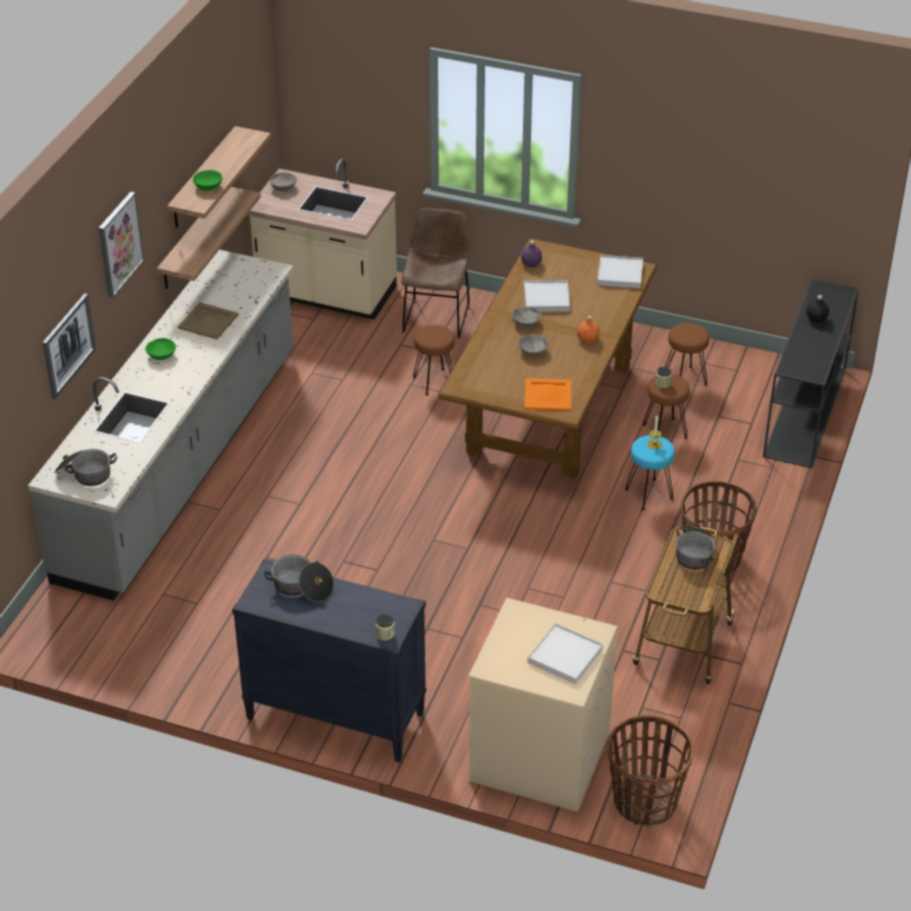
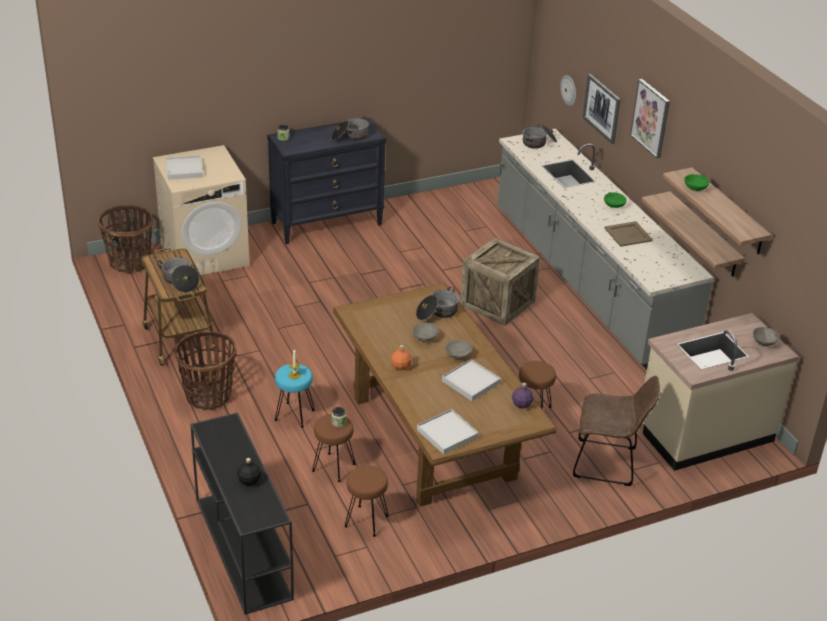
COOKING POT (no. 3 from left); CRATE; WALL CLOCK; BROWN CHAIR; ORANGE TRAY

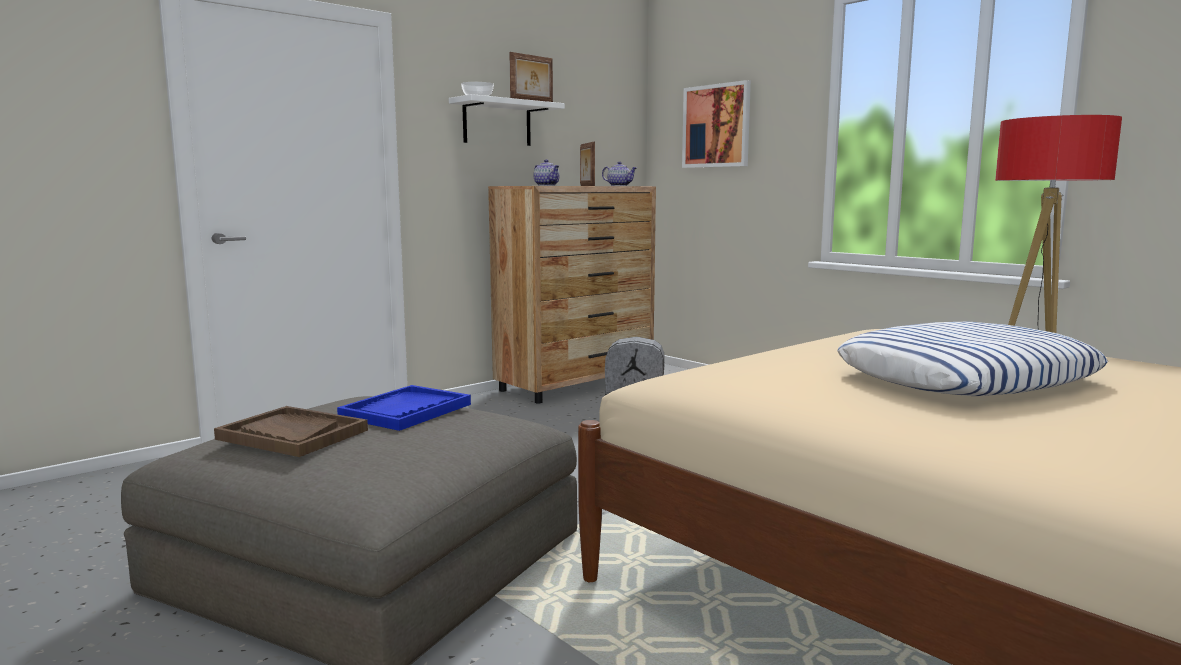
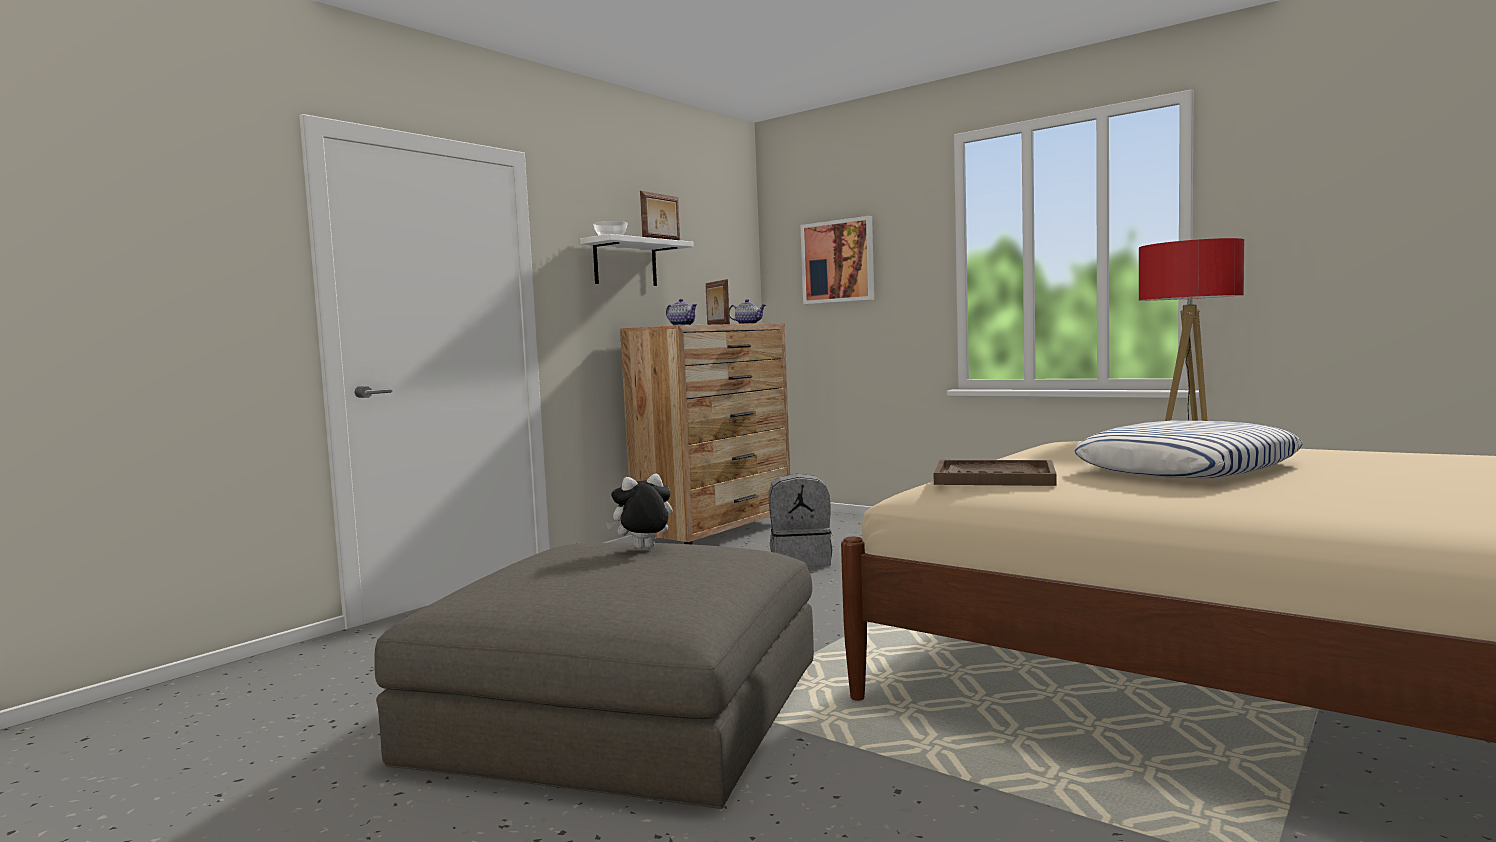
PLUSH TOY; BROWN TRAY

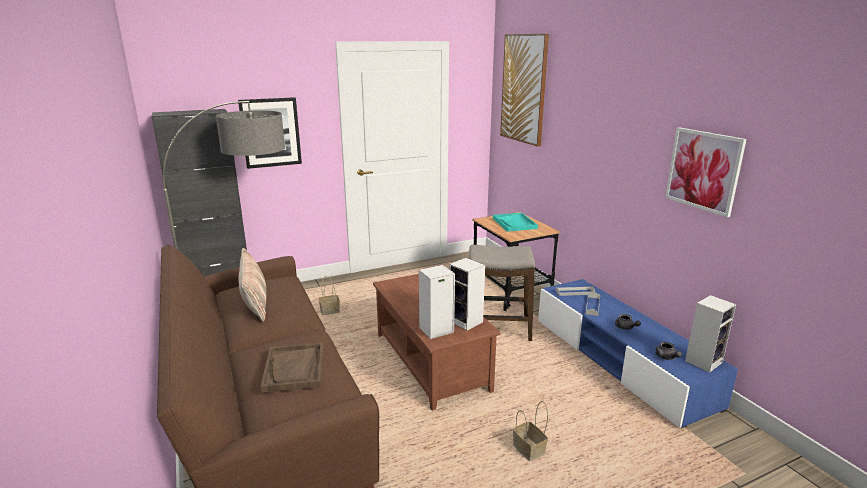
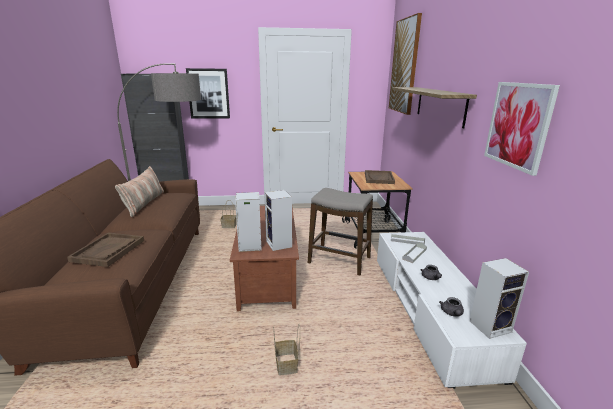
BROWN TRAY (no. 2 from left); WHITE TV STAND; SHELF

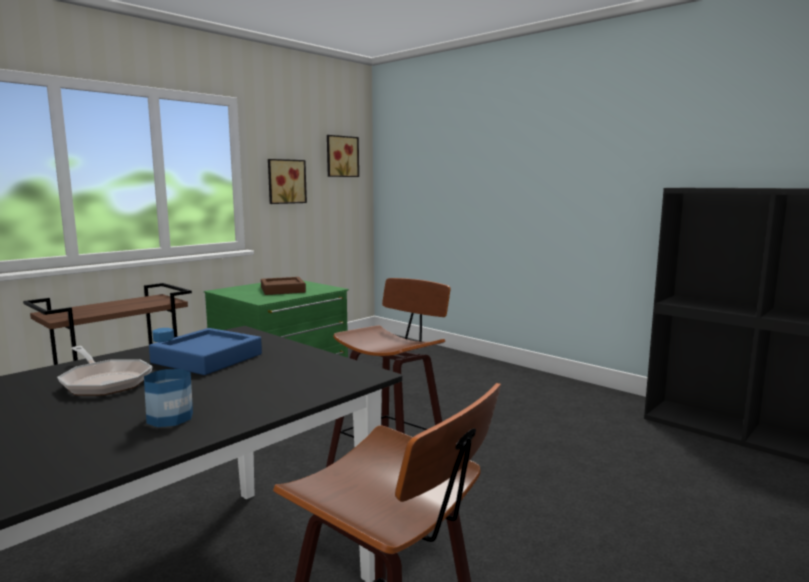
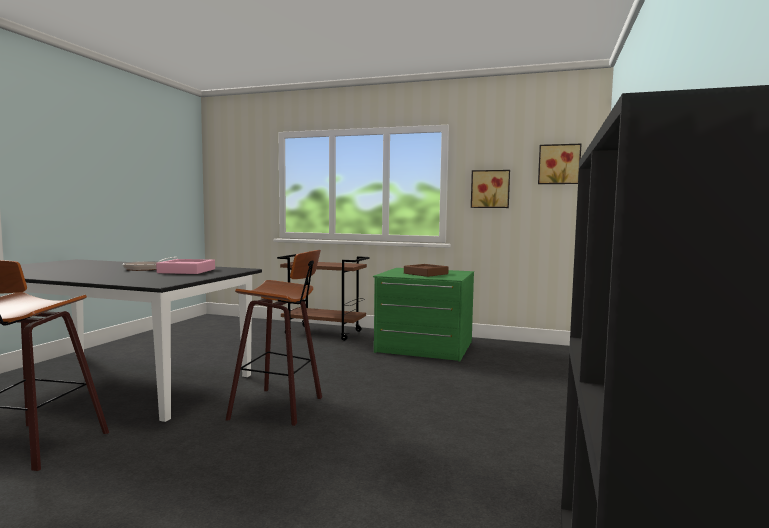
PINK TRAY; BOTTLE

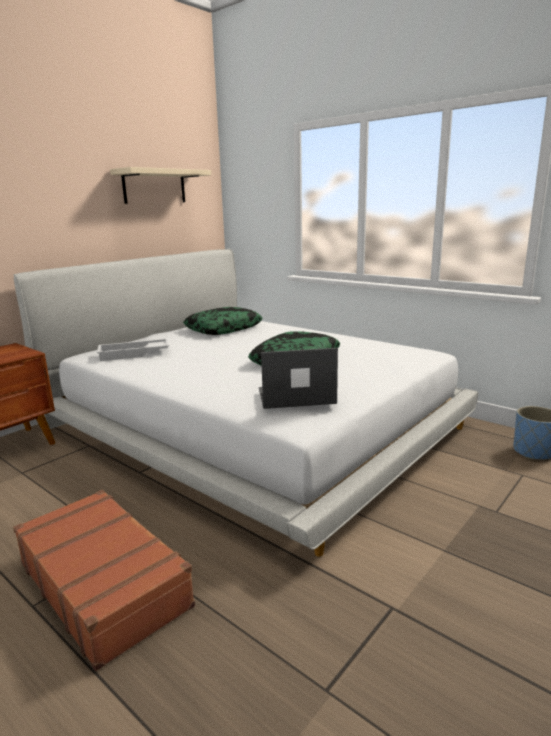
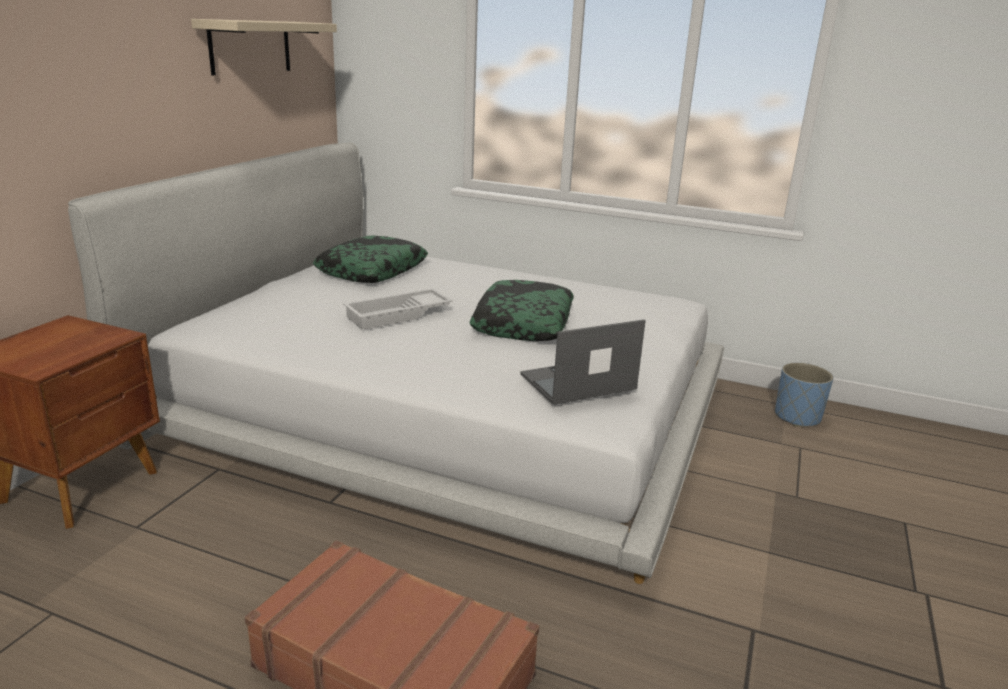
WHITE TRAY

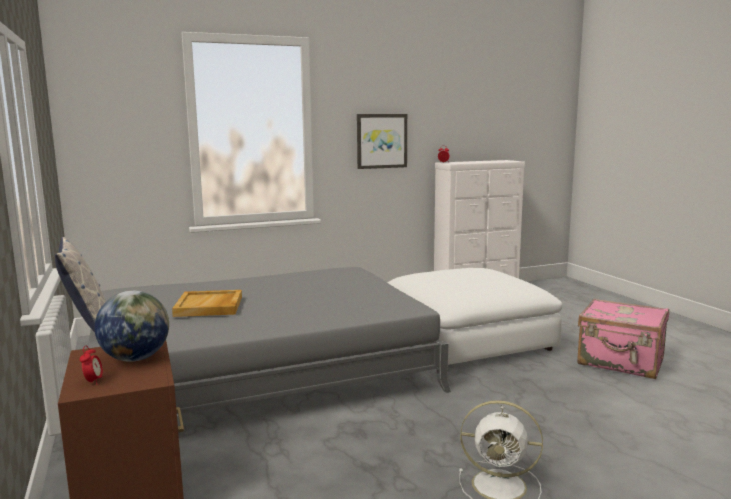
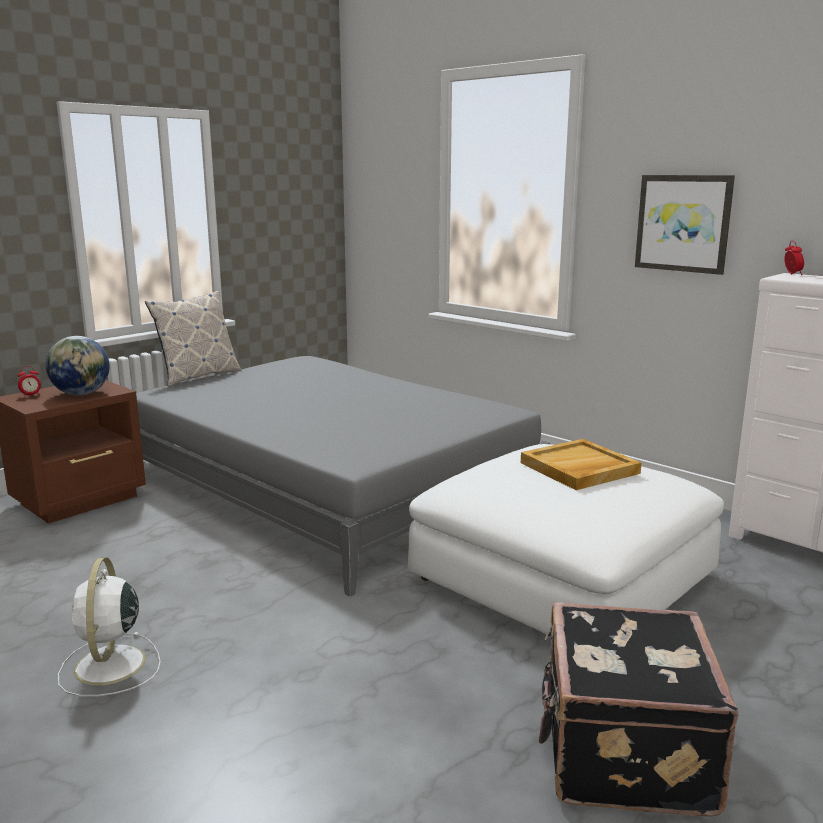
BEIGE TRAY; BLACK SUITCASE

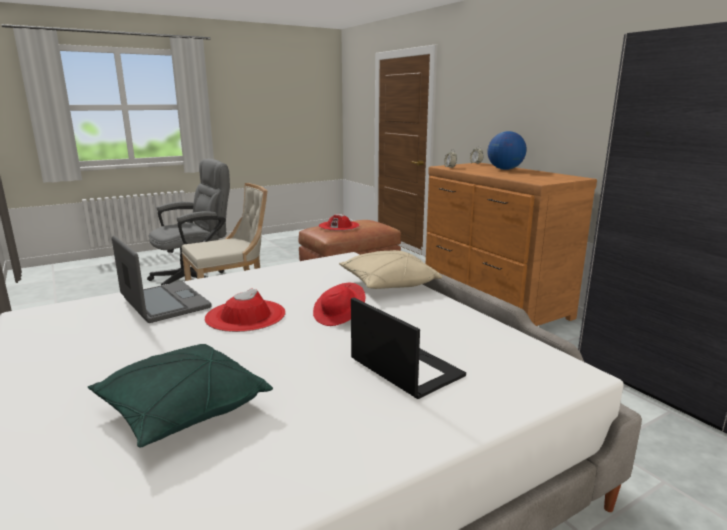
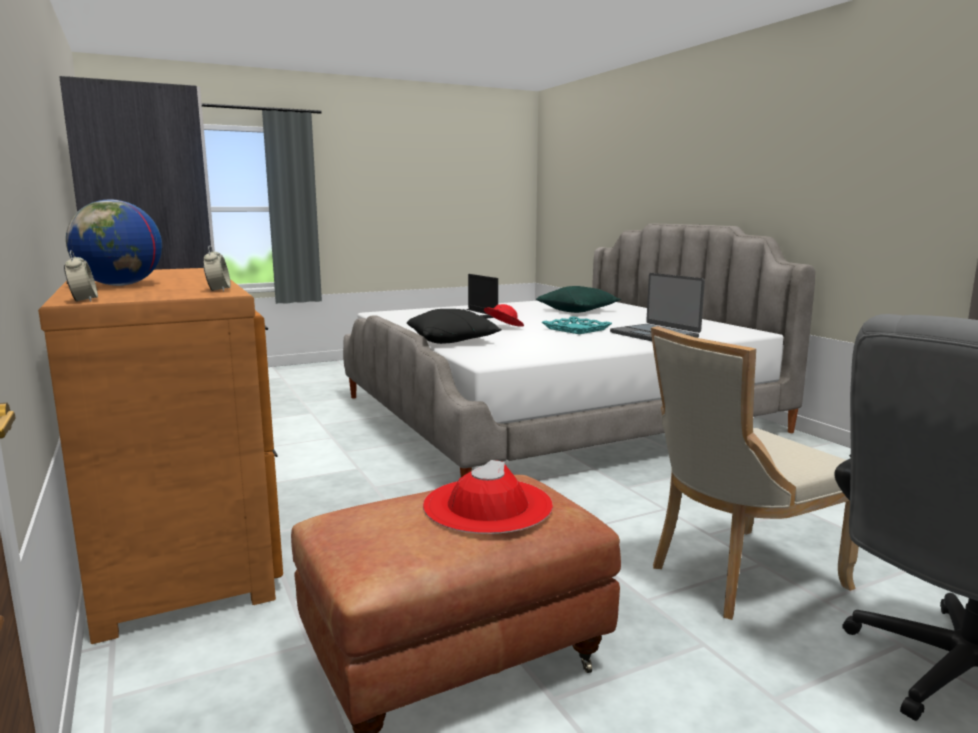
BLACK PILLOW; TURQUOISE TRAY

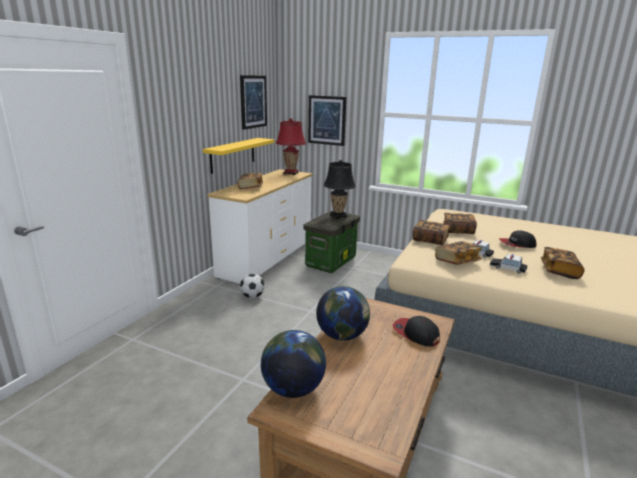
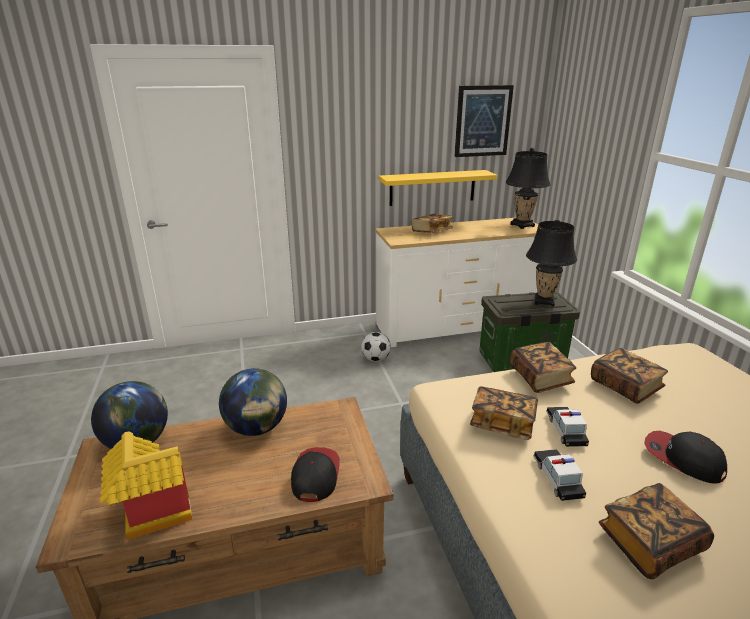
TOY HOUSE; BLACK TABLE LAMP (no. 1 from left); PICTURE (no. 2 from left in the first image)

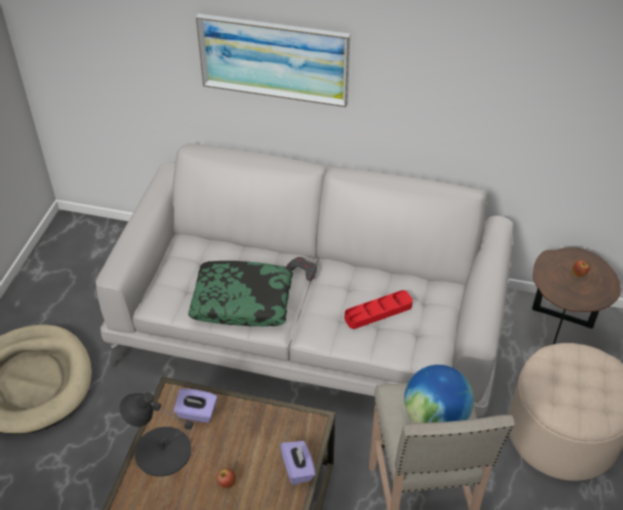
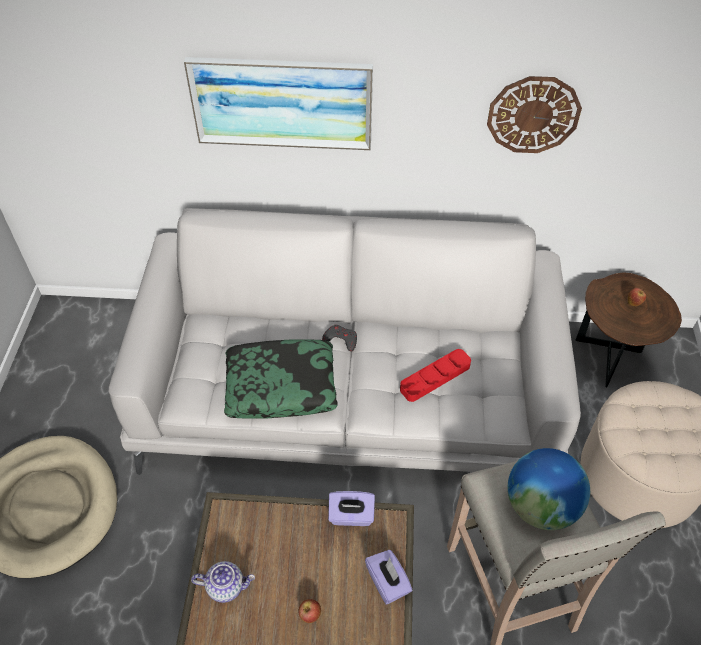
TEAPOT; PURPLE TISSUE BOX (no. 1 from left); WALL CLOCK

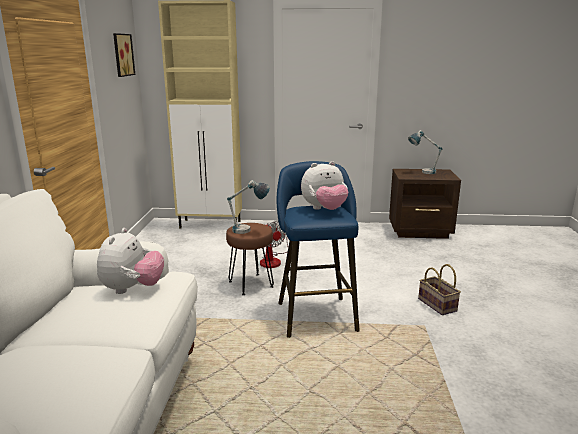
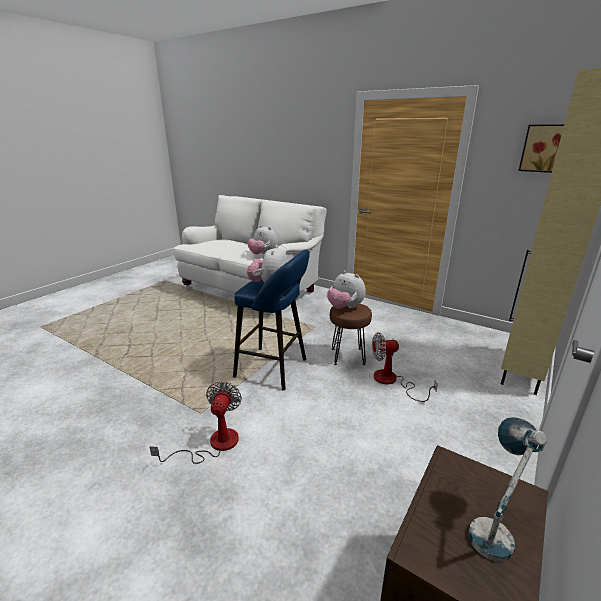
FAN (no. 1 from left); PLUSH TOY (no. 3 from left)

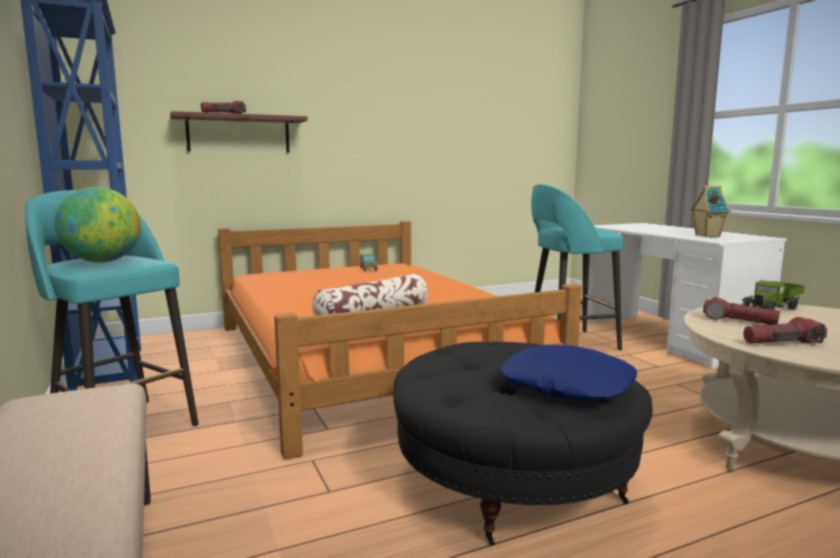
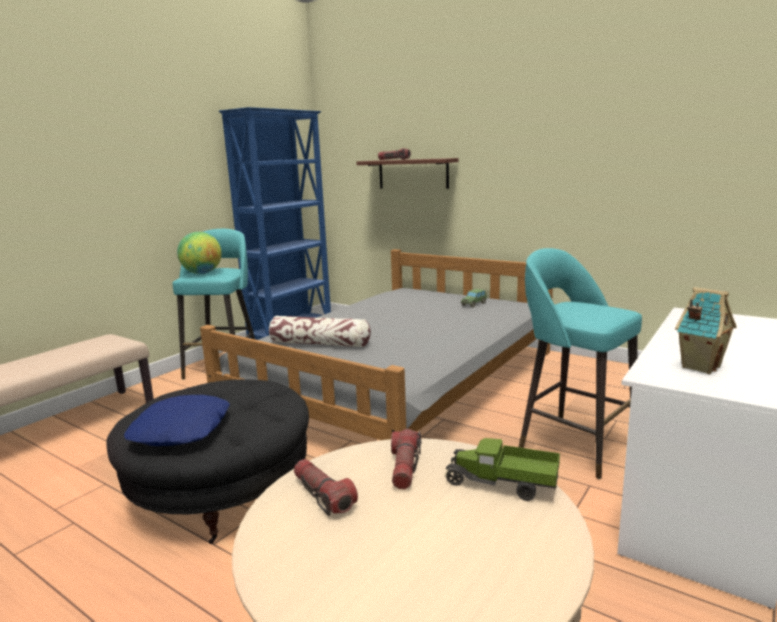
GREY BED

